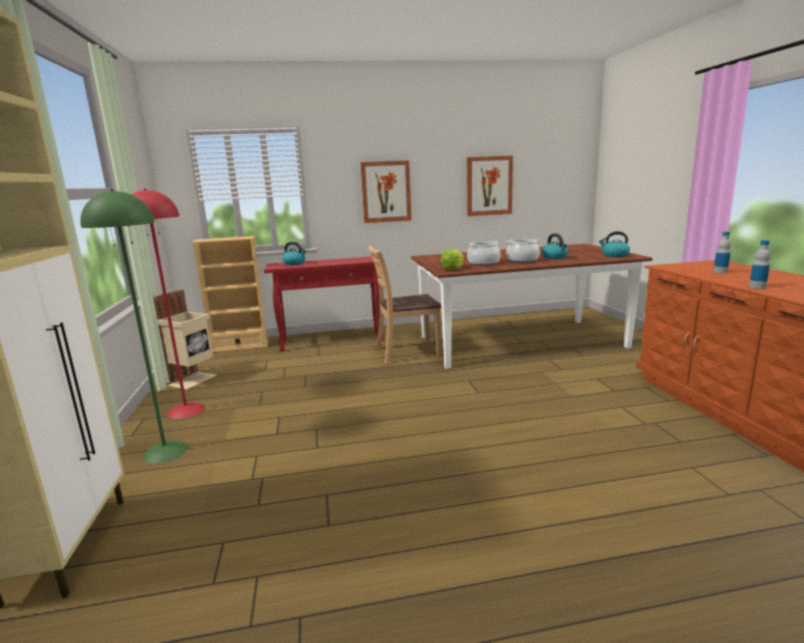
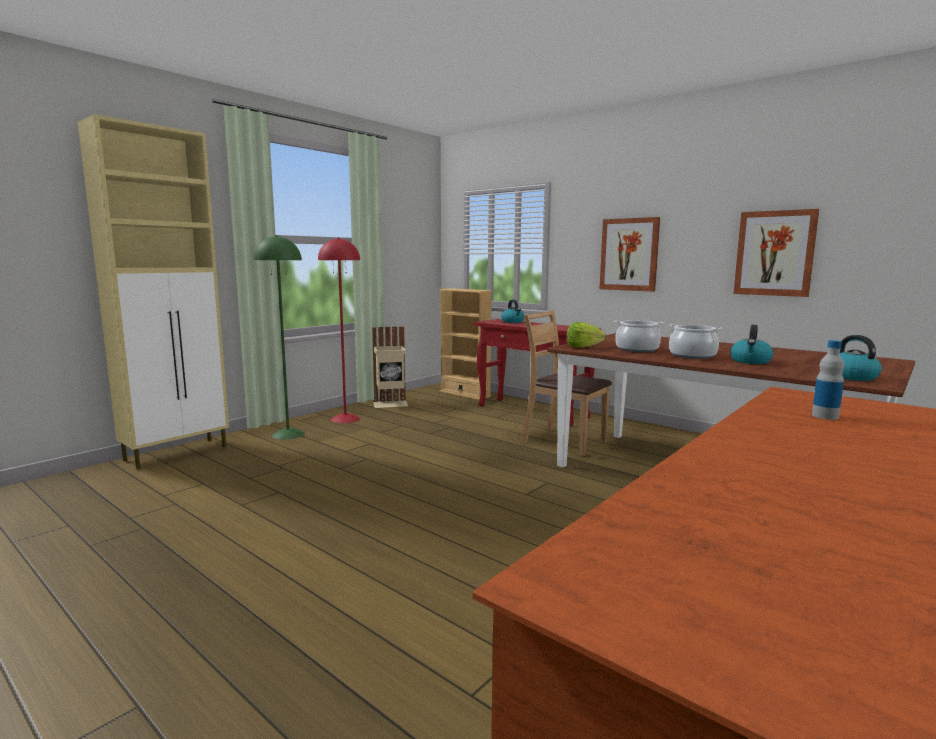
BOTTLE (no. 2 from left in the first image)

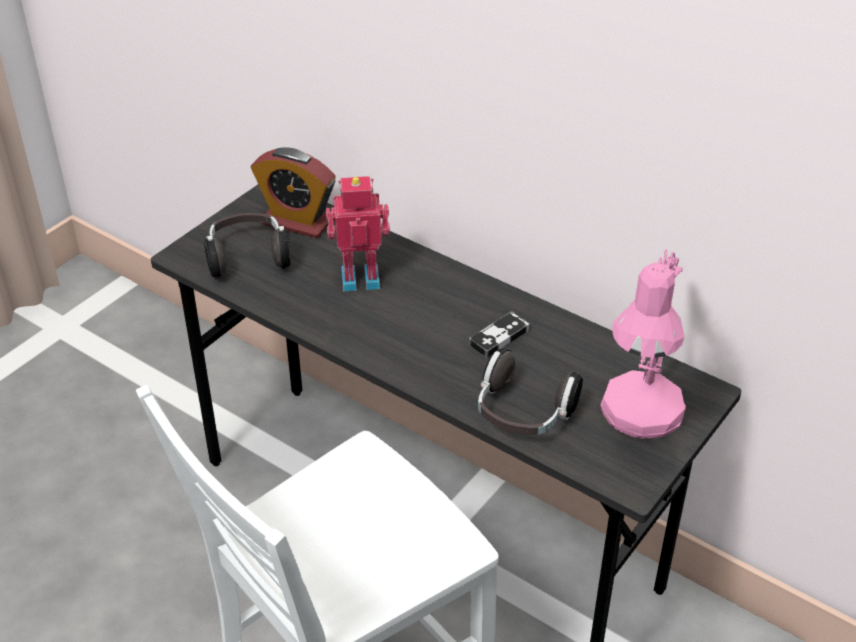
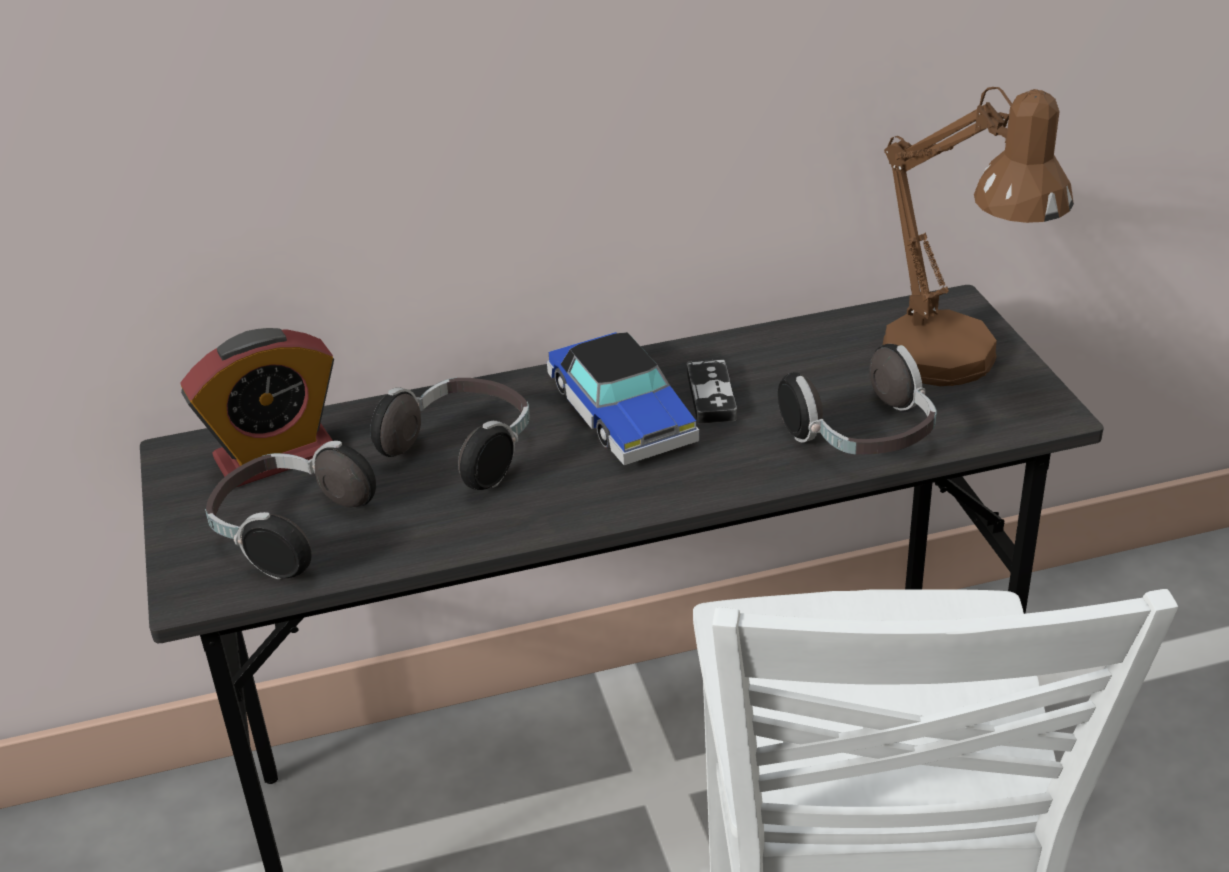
HEADPHONES (no. 2 from left); TOY CAR; BROWN TABLE LAMP

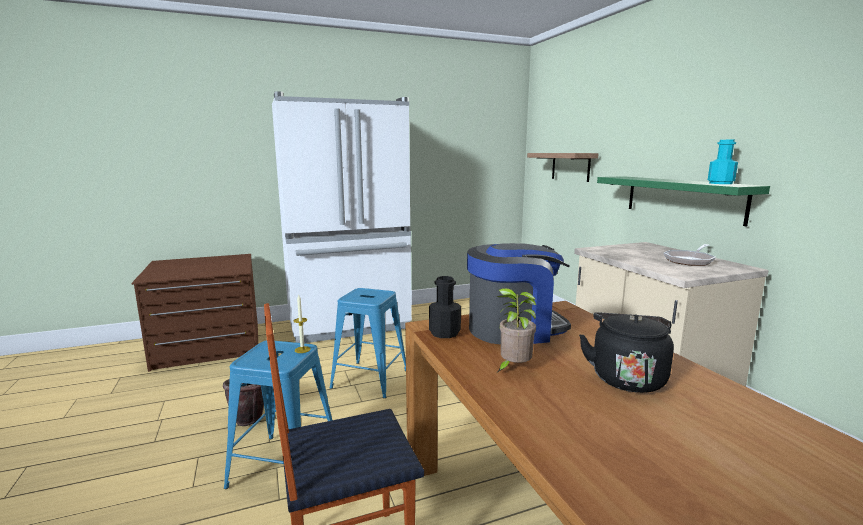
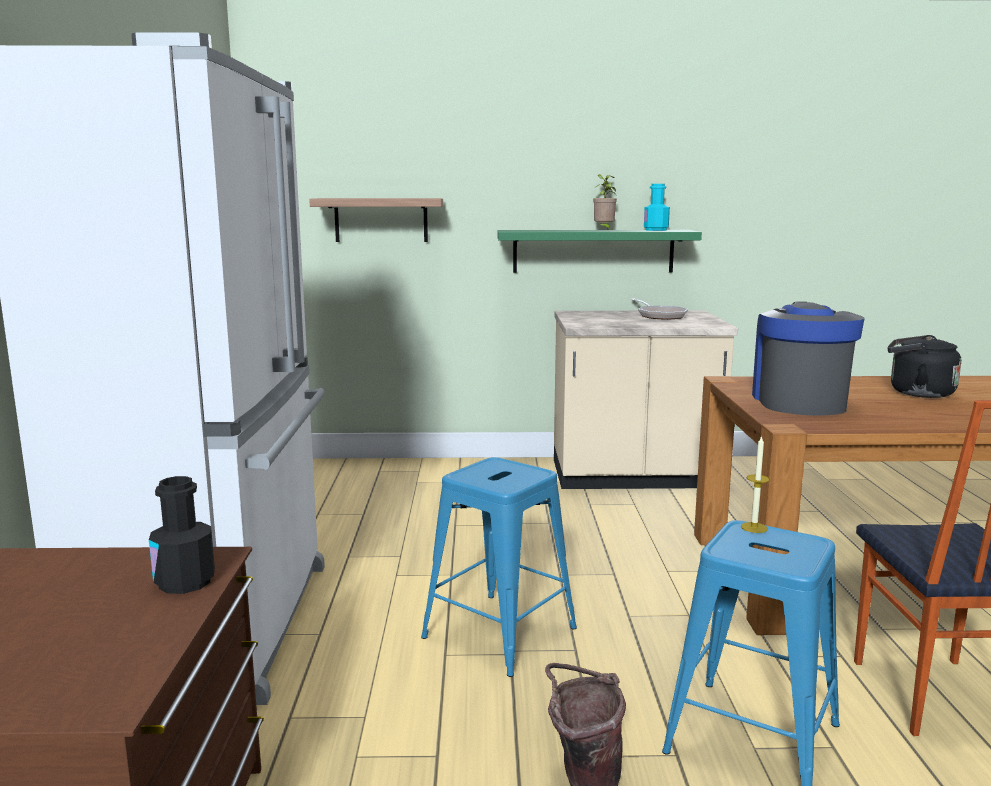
BLACK BOTTLE; POTTED PLANT

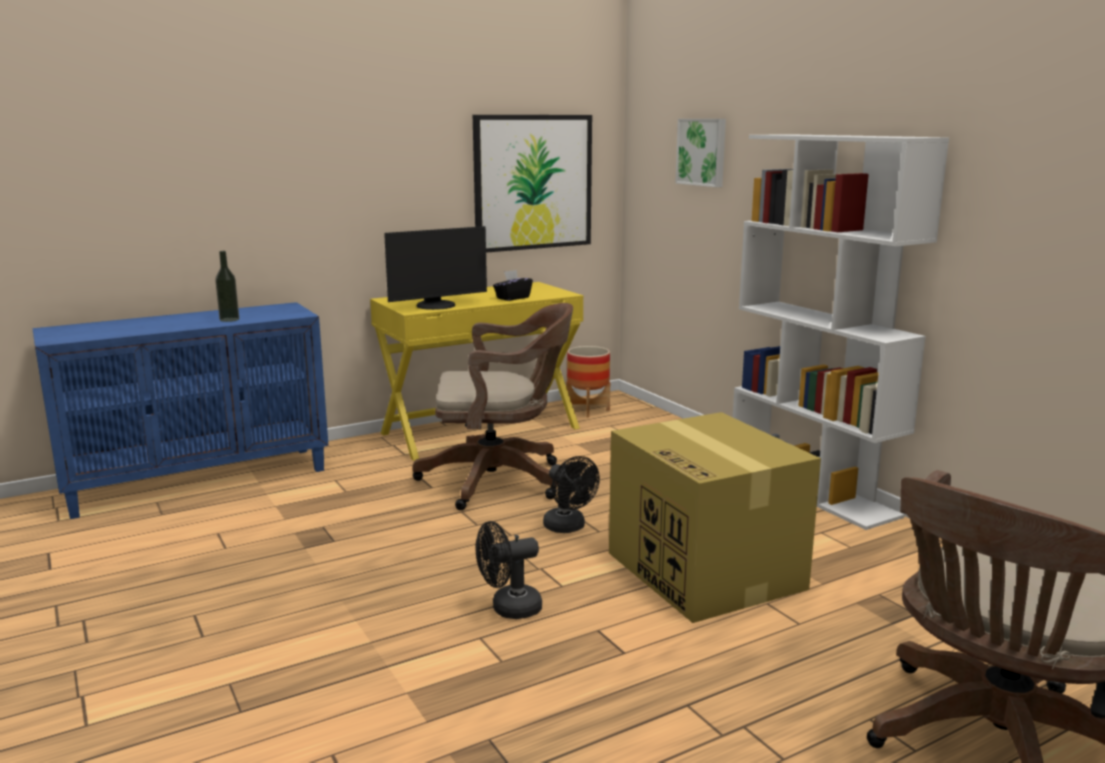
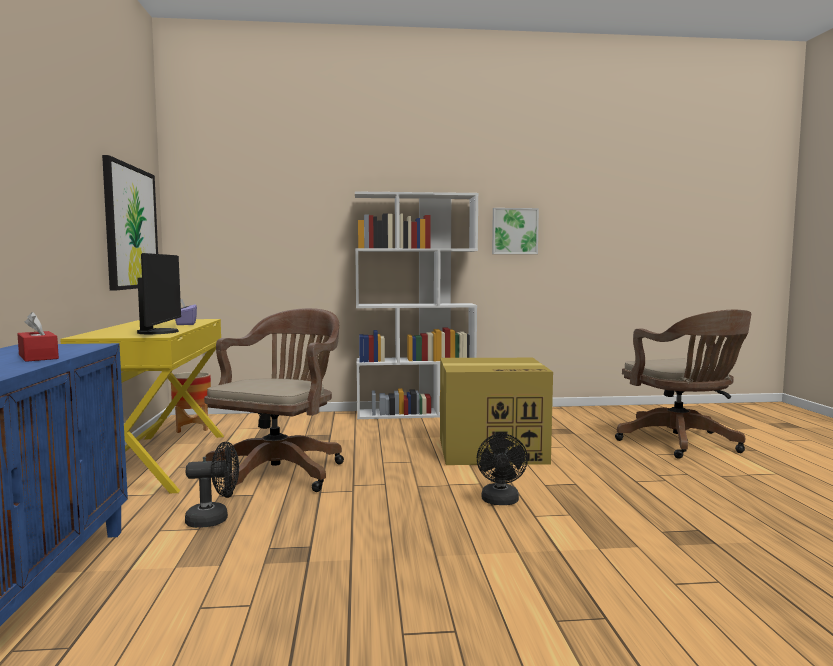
RED TISSUE BOX; PURPLE TISSUE BOX; BLACK FAN (no. 1 from left); PICTURE (no. 2 from left)

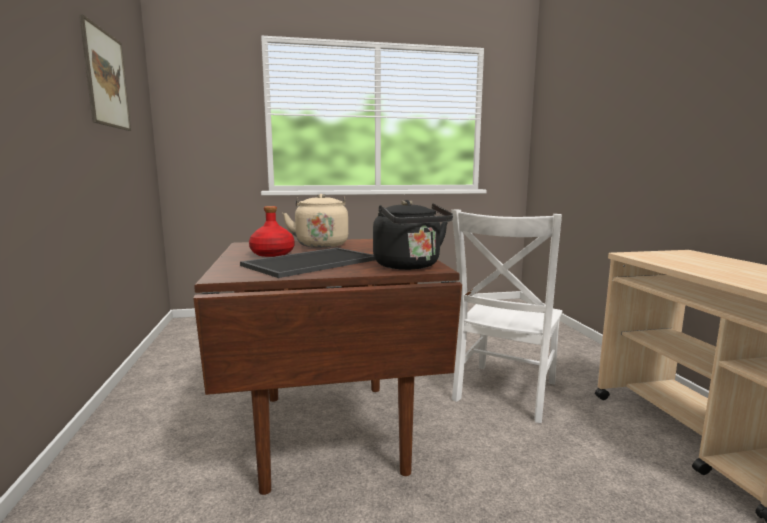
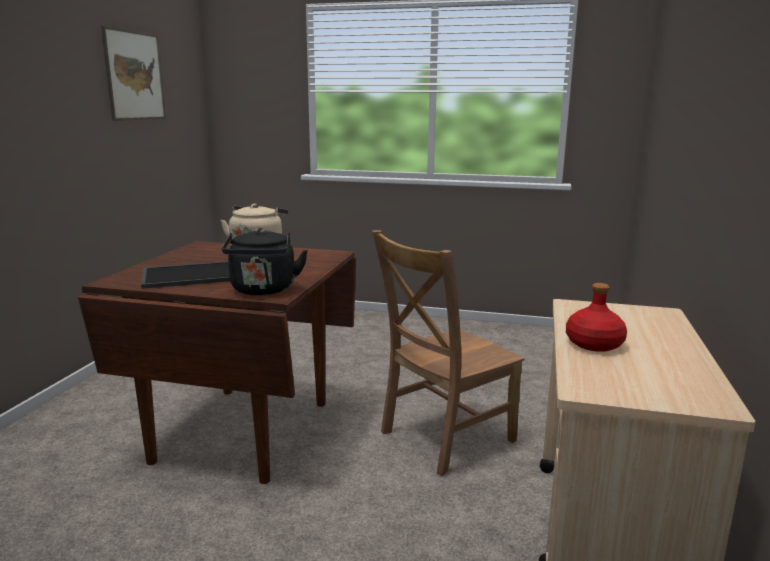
BROWN CHAIR; RED BOTTLE

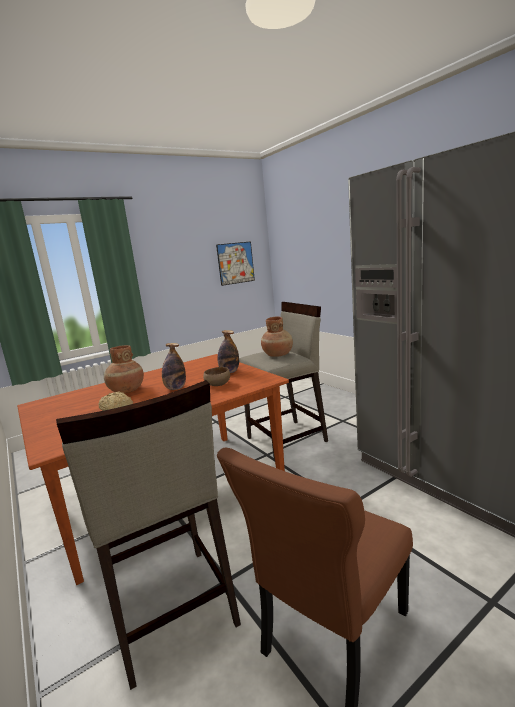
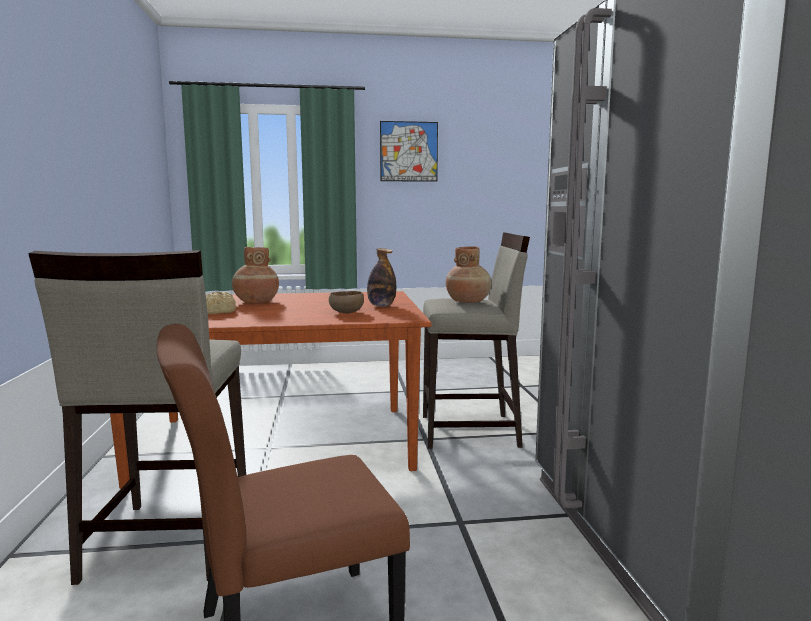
PICTURE; BOTTLE (no. 1 from left in the first image)

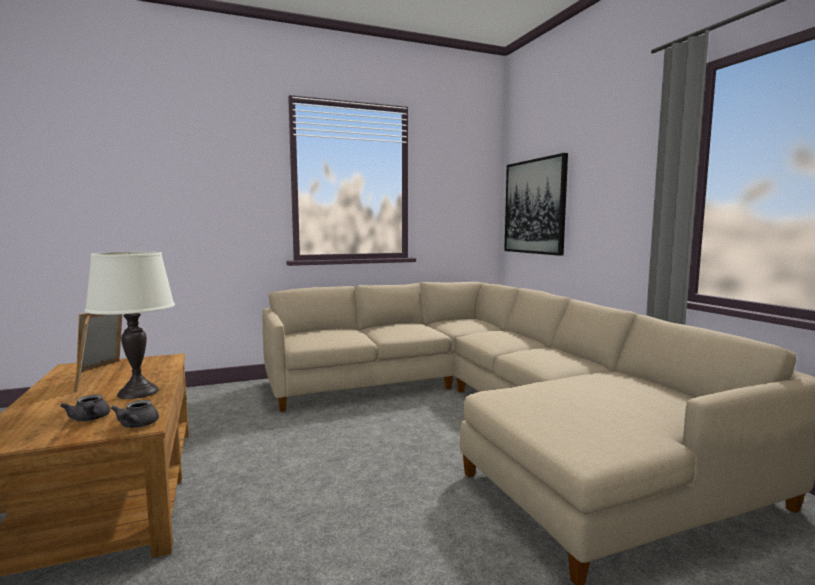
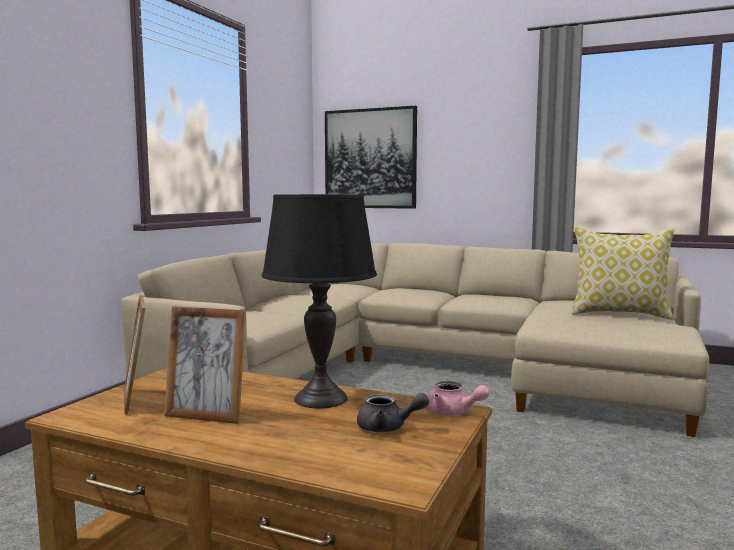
BLACK TABLE LAMP; PINK TEAPOT; PILLOW

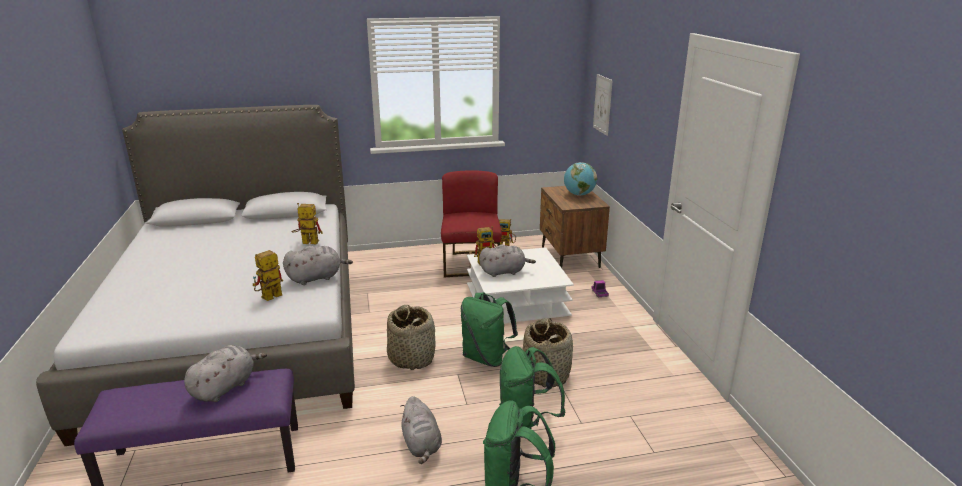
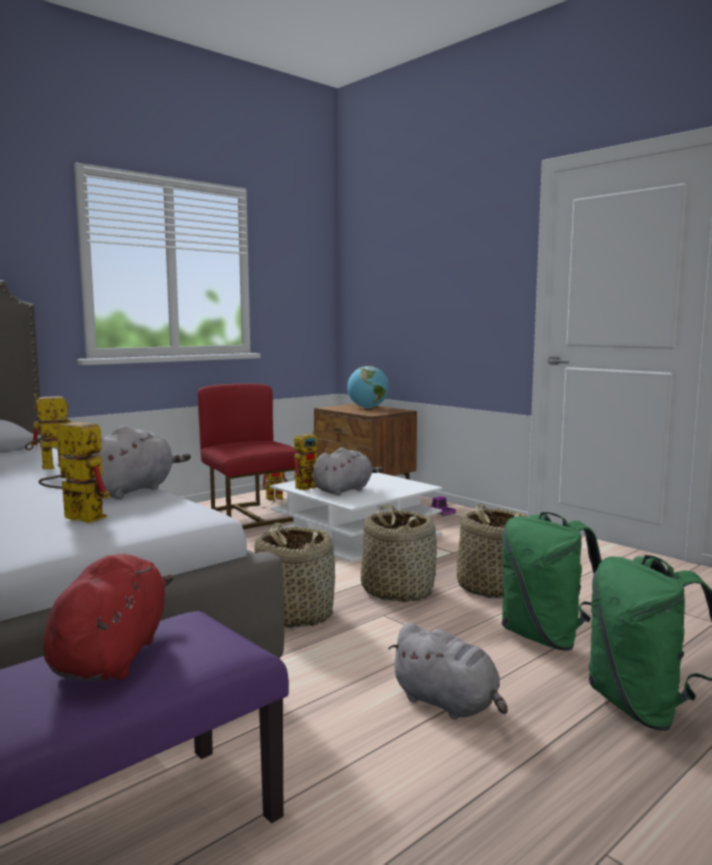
TOY ROBOT (no. 2 from left); RED PLUSH TOY; BASKET (no. 2 from left); PICTURE

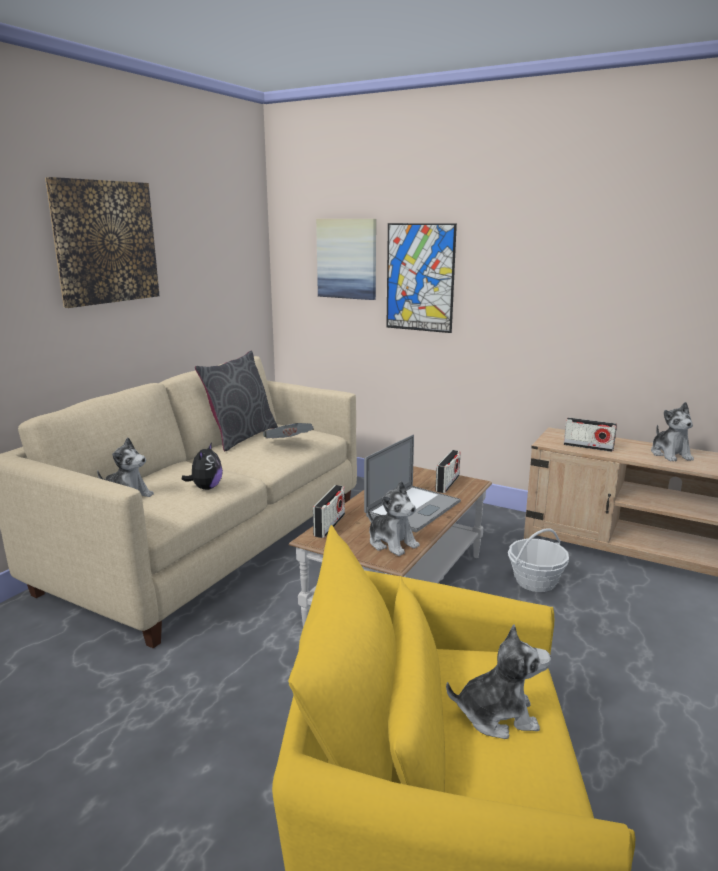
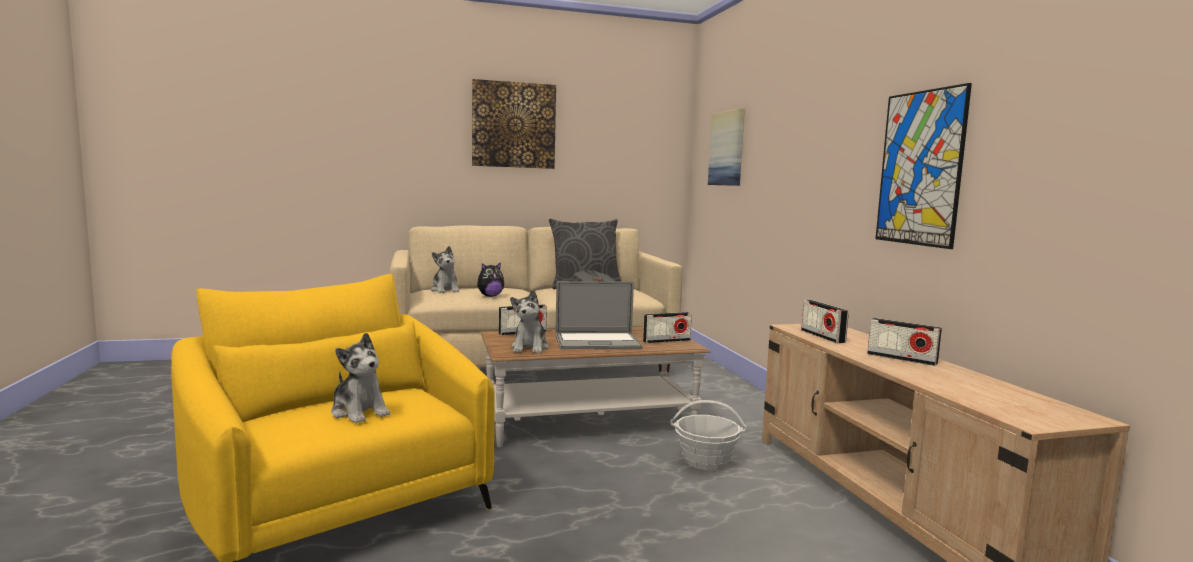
RADIO (no. 4 from left); PICTURE (no. 3 from left)

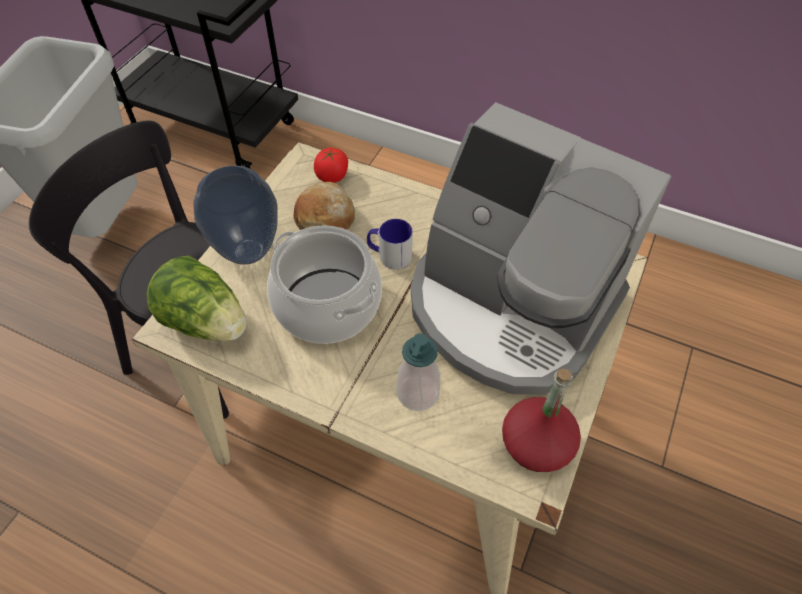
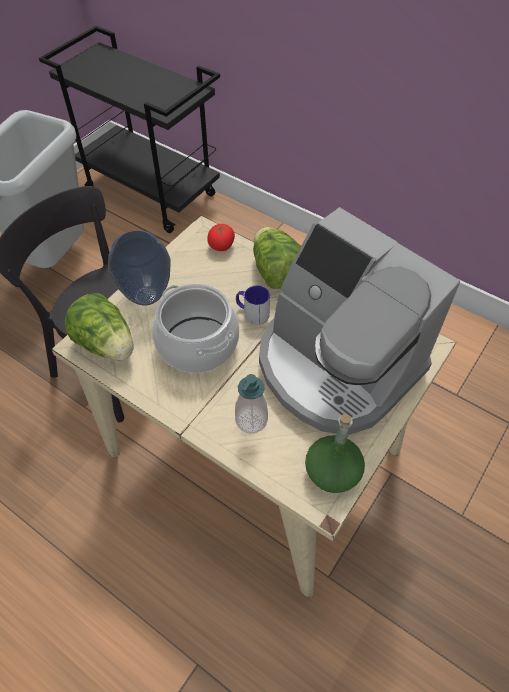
LETTUCE (no. 2 from left); GREEN BOTTLE; BREAD

